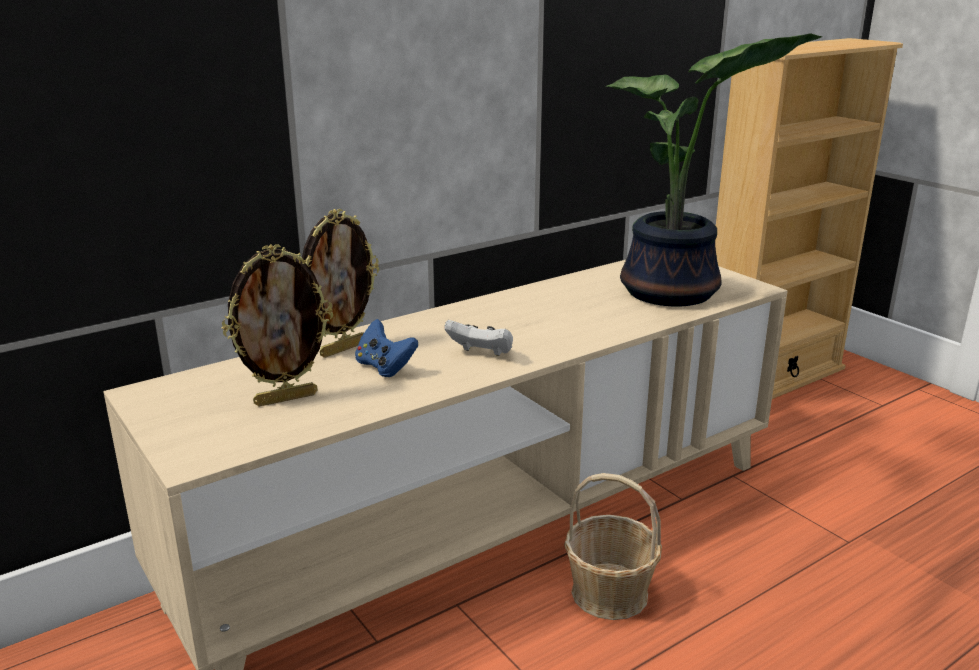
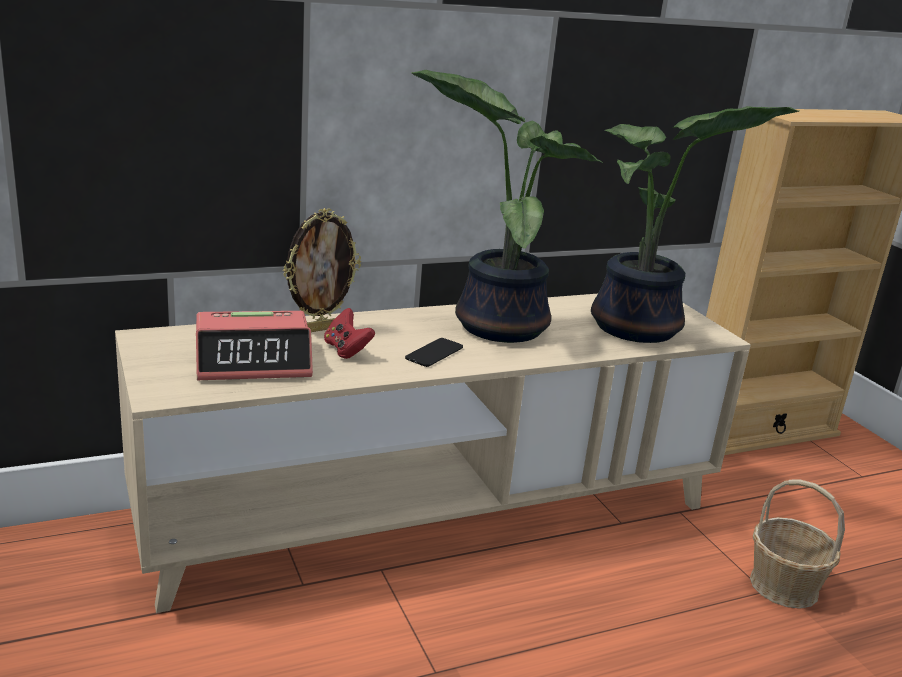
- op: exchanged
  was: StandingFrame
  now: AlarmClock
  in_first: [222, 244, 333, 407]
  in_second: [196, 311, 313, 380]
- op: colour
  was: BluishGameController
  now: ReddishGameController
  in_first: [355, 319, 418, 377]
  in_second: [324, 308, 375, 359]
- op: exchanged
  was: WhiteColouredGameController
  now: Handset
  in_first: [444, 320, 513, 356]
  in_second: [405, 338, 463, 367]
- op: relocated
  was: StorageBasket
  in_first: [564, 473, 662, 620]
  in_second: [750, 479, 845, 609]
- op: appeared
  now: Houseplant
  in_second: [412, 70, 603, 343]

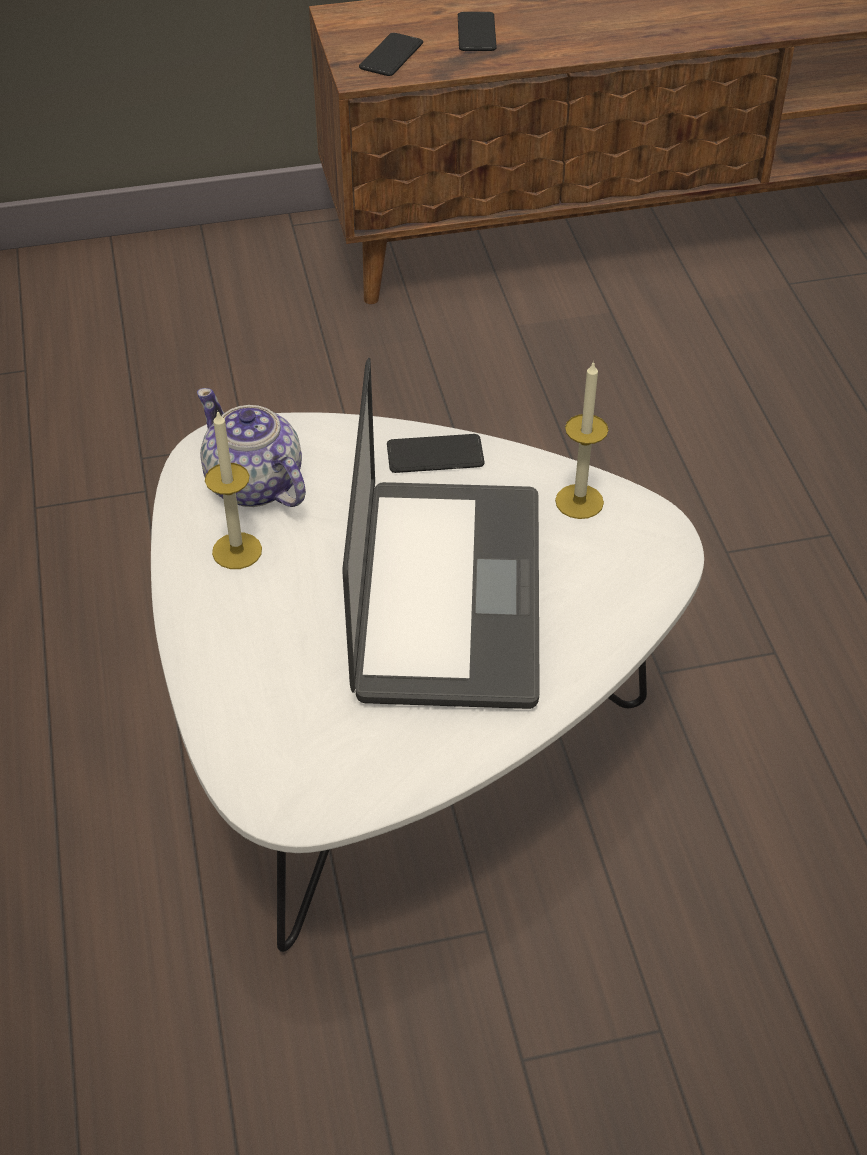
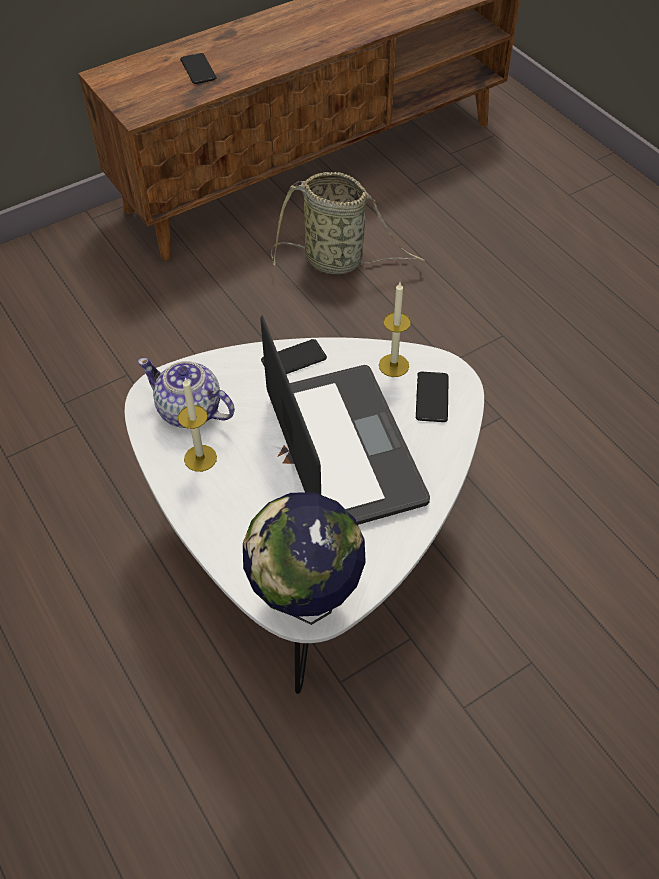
- op: relocated
  was: Handset
  in_first: [359, 33, 423, 76]
  in_second: [416, 372, 449, 422]
- op: appeared
  now: StorageBasket
  in_second: [271, 172, 425, 274]
- op: appeared
  now: DeskGlobe
  in_second: [243, 492, 366, 625]

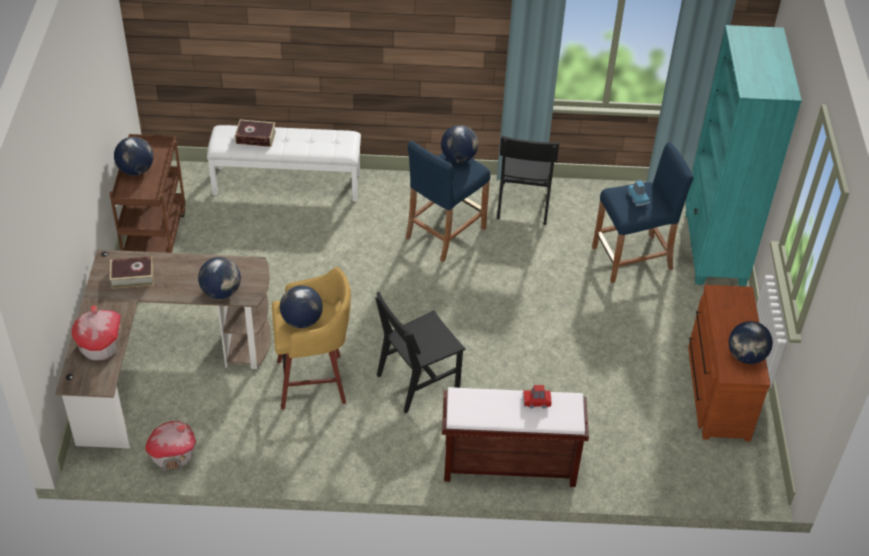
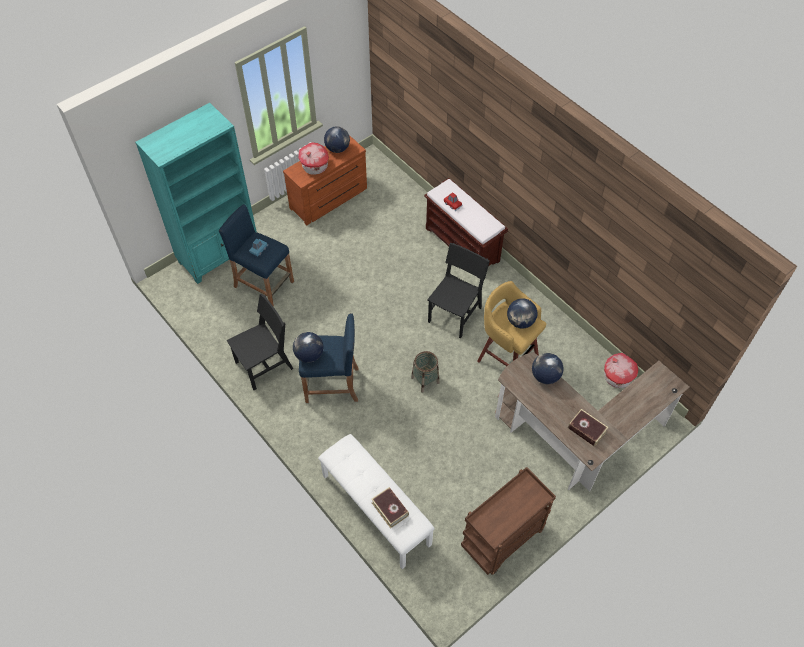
- op: missing
  was: DeskGlobe
  in_first: [114, 137, 153, 176]
- op: spun
  was: BlackishPlainChair
  in_first: [375, 292, 466, 413]
  in_second: [427, 243, 490, 338]
  clockwise: -75
- op: relocated
  was: ModelHouse
  in_first: [72, 305, 121, 360]
  in_second: [298, 142, 329, 175]
- op: appeared
  now: StorageBasket
  in_second: [411, 351, 440, 393]

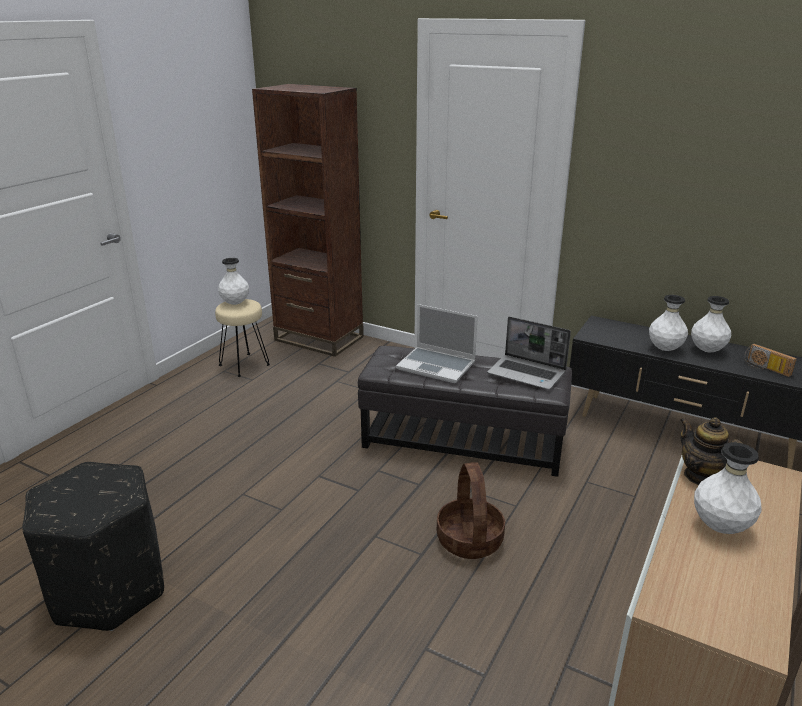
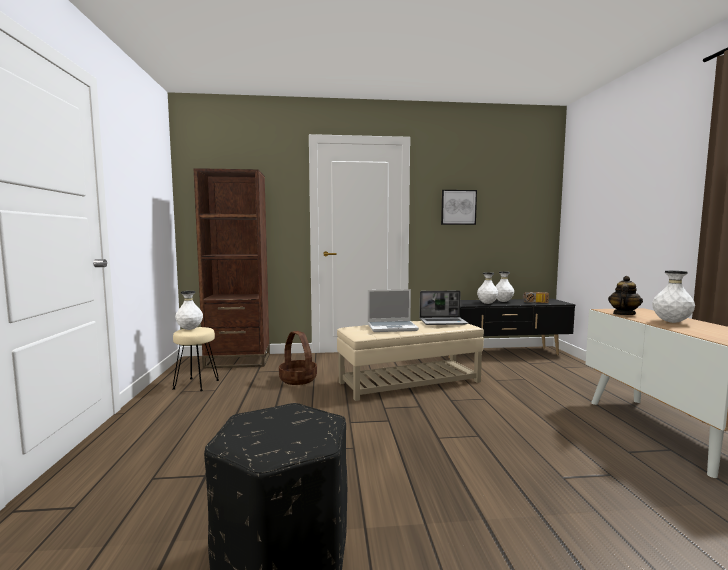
- op: colour
  was: BlackishPouffe
  now: SandColouredPouffe
  in_first: [358, 346, 572, 477]
  in_second: [337, 321, 484, 401]
- op: spun
  was: Teapot
  in_first: [680, 417, 743, 485]
  in_second: [608, 276, 643, 315]
  clockwise: 105
- op: relocated
  was: StorageBasket
  in_first: [437, 463, 505, 559]
  in_second: [279, 331, 317, 385]
- op: appeared
  now: WallArt
  in_second: [441, 190, 477, 225]

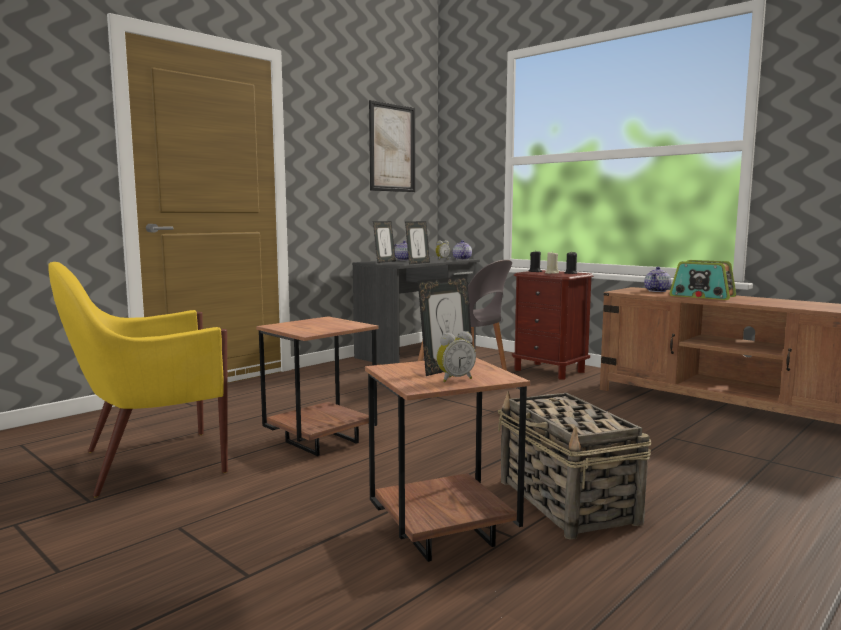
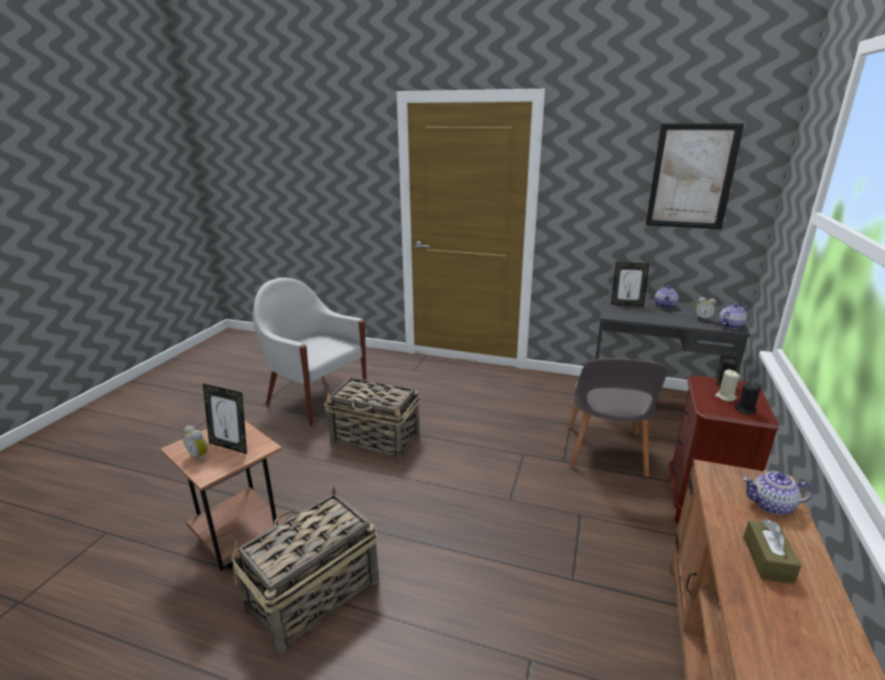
- op: missing
  was: StandingFrame
  in_first: [405, 221, 430, 264]
- op: exchanged
  was: Radio
  now: BrownishTissueHolder
  in_first: [670, 260, 736, 300]
  in_second: [743, 519, 801, 584]
- op: colour
  was: YellowishEasyChair
  now: WhiteColouredEasyChair
  in_first: [48, 262, 228, 497]
  in_second: [253, 278, 367, 426]
- op: exchanged
  was: BrownishSideTable
  now: StorageBasket
  in_first: [256, 316, 378, 456]
  in_second: [324, 377, 420, 460]

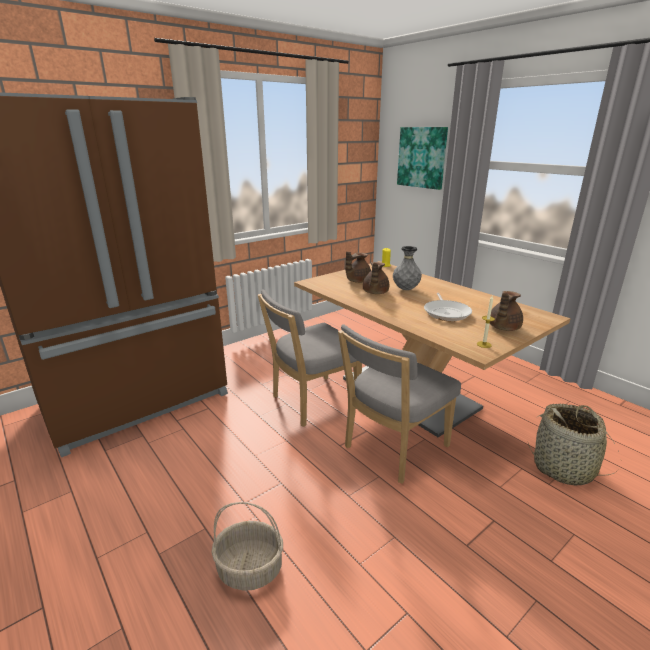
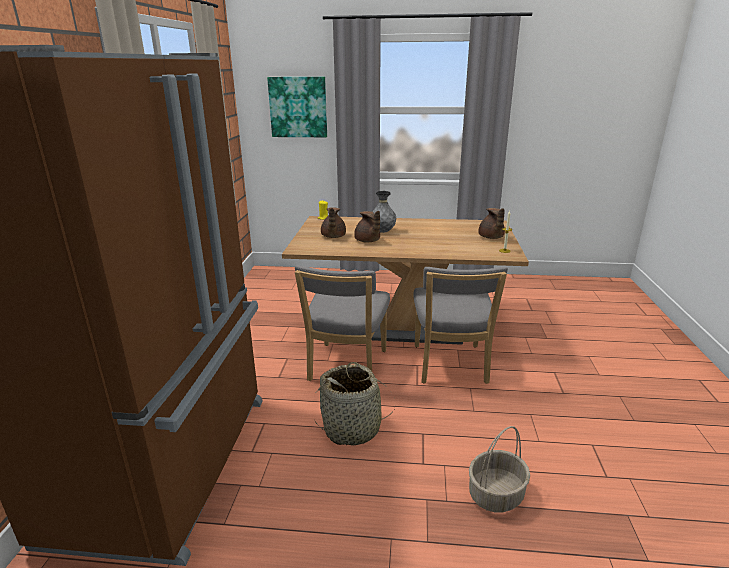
- op: missing
  was: FryingPan
  in_first: [424, 293, 472, 321]
- op: relocated
  was: StorageBasket
  in_first: [528, 404, 619, 485]
  in_second: [315, 362, 396, 445]

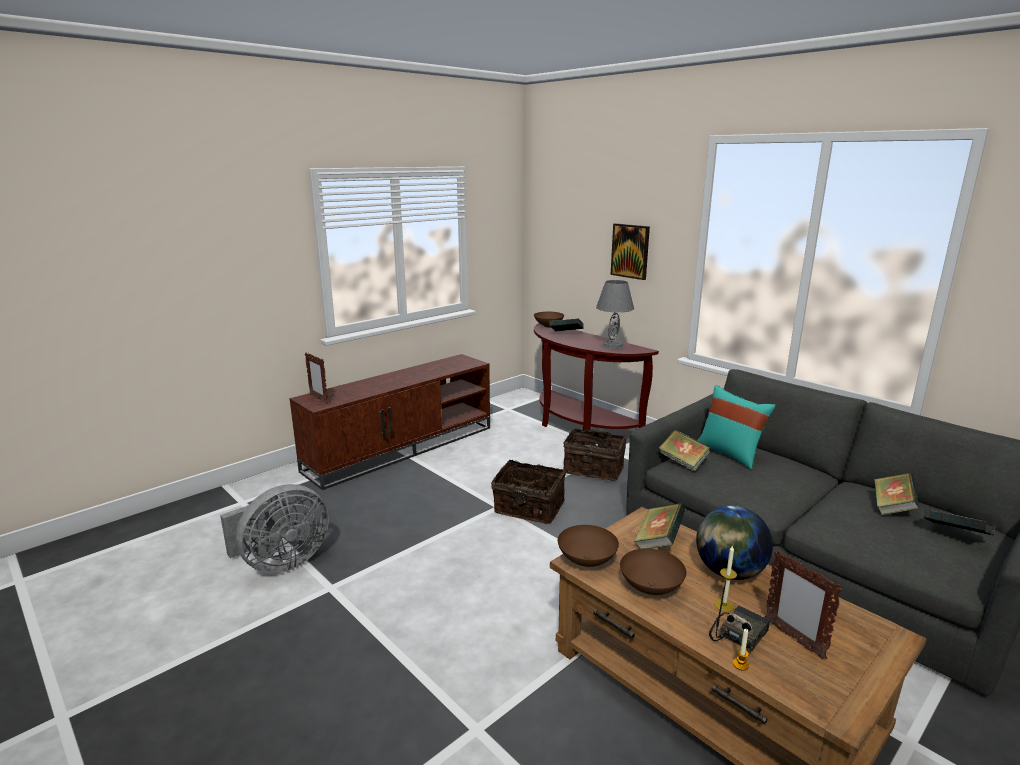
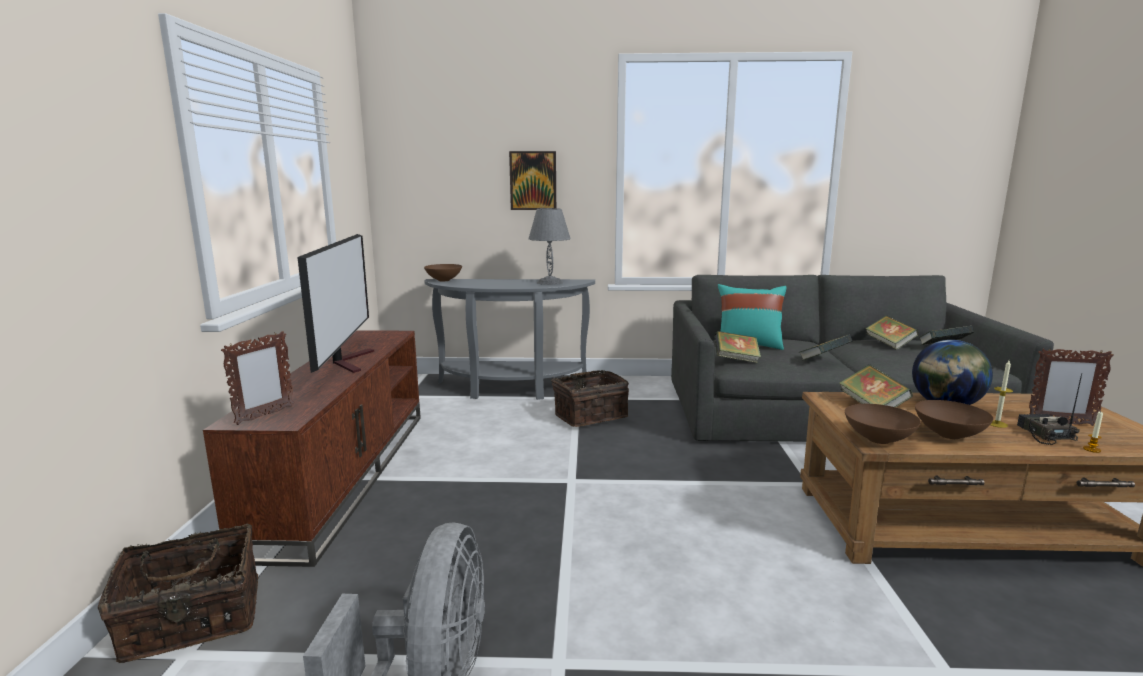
- op: relocated
  was: Book
  in_first: [549, 318, 584, 332]
  in_second: [800, 335, 853, 360]
- op: colour
  was: BrownishNarrowTable
  now: GreyishNarrowTable
  in_first: [534, 323, 659, 430]
  in_second: [424, 279, 595, 400]
- op: spun
  was: StandingFrame
  in_first: [305, 352, 328, 404]
  in_second: [221, 331, 294, 425]
  clockwise: -60
- op: relocated
  was: StorageBasket
  in_first: [491, 460, 566, 524]
  in_second: [98, 523, 259, 663]
- op: appeared
  now: TvSet
  in_second: [297, 234, 374, 373]

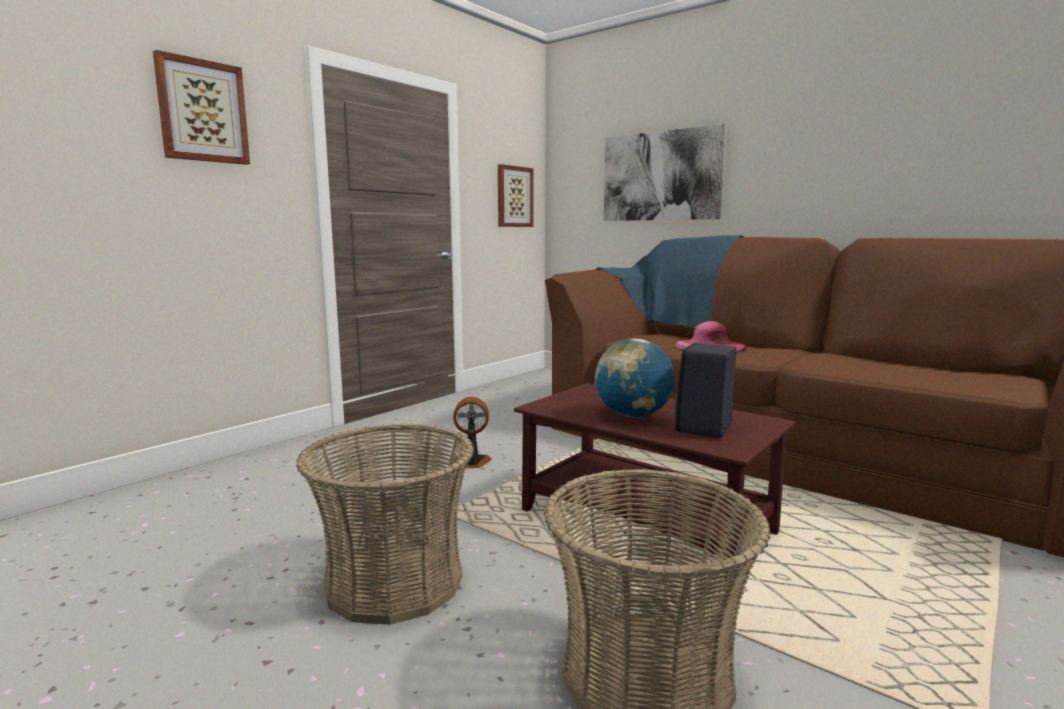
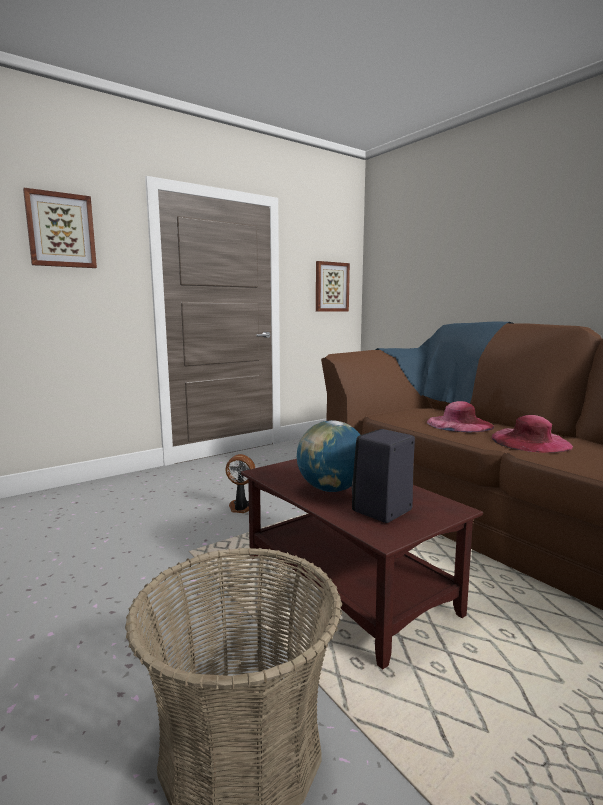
- op: missing
  was: WallArt
  in_first: [604, 124, 726, 221]
- op: missing
  was: StorageBasket
  in_first: [296, 423, 474, 625]
- op: appeared
  now: PinkishHat
  in_second: [492, 415, 573, 453]

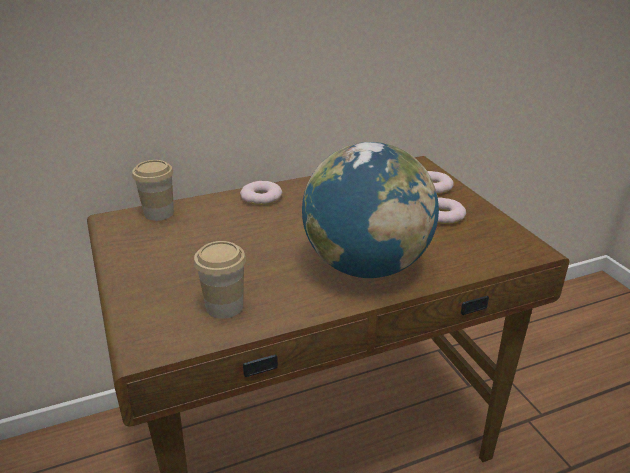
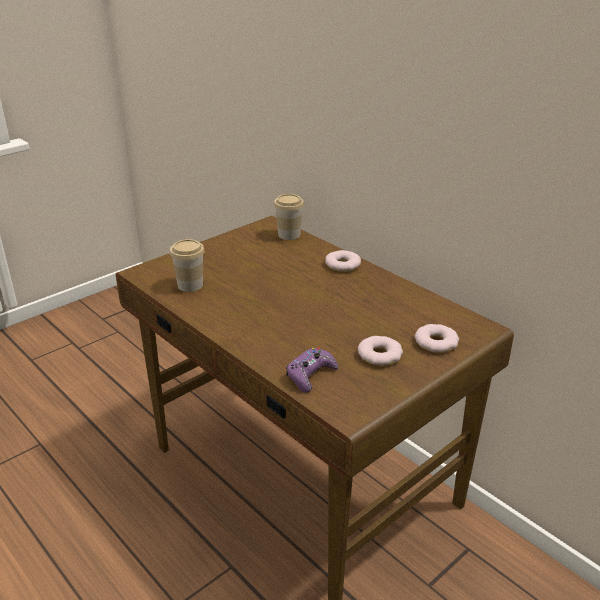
- op: missing
  was: DeskGlobe
  in_first: [302, 142, 439, 278]
- op: appeared
  now: PurpleColouredGameController
  in_second: [286, 347, 338, 393]

